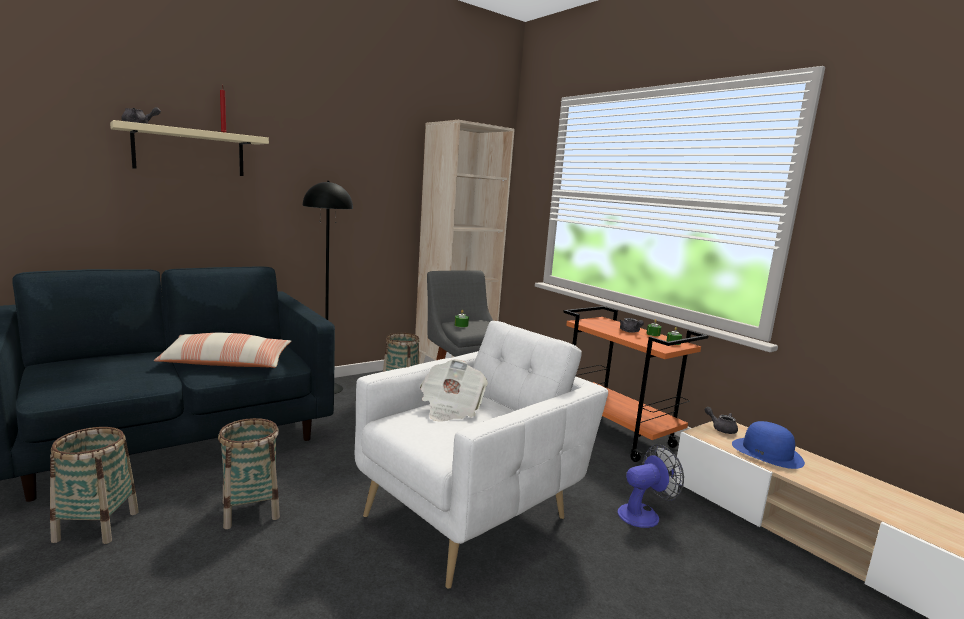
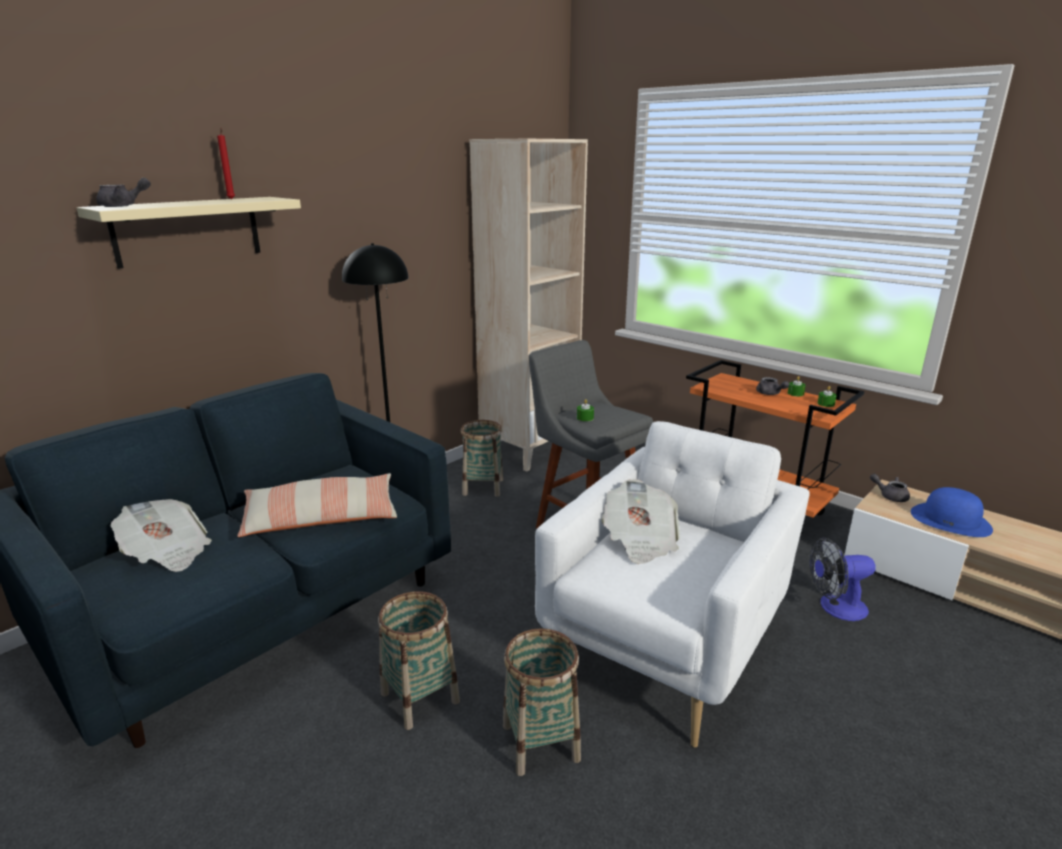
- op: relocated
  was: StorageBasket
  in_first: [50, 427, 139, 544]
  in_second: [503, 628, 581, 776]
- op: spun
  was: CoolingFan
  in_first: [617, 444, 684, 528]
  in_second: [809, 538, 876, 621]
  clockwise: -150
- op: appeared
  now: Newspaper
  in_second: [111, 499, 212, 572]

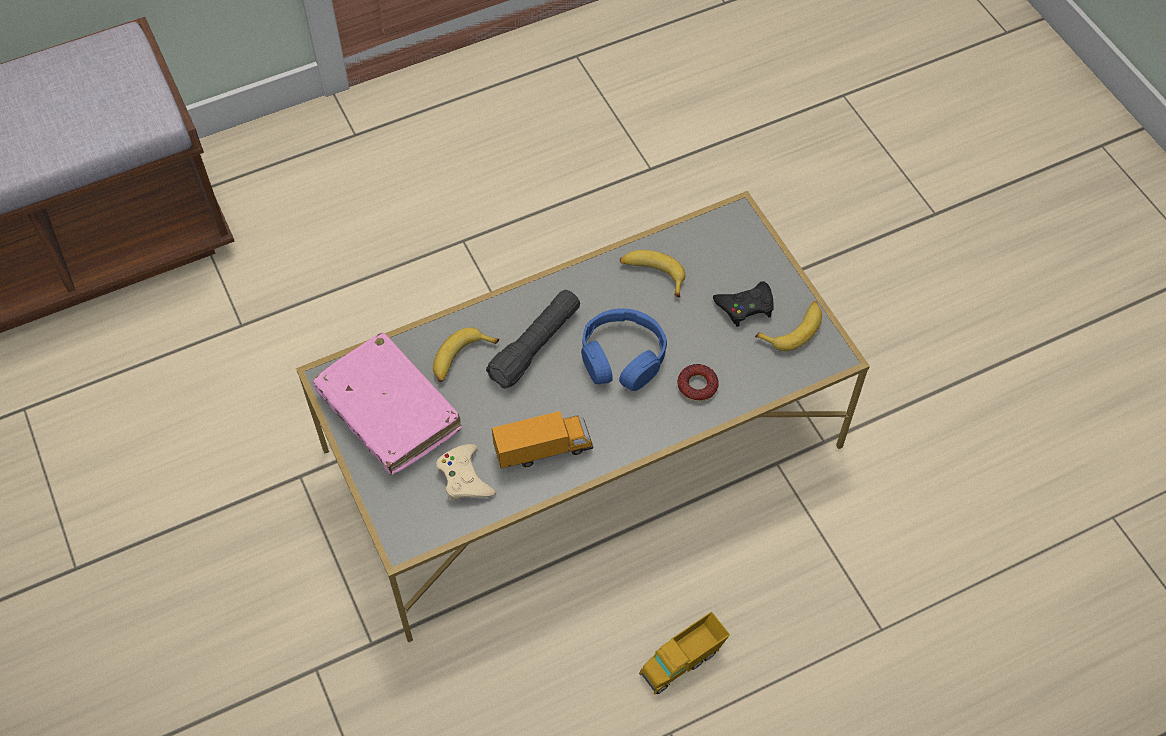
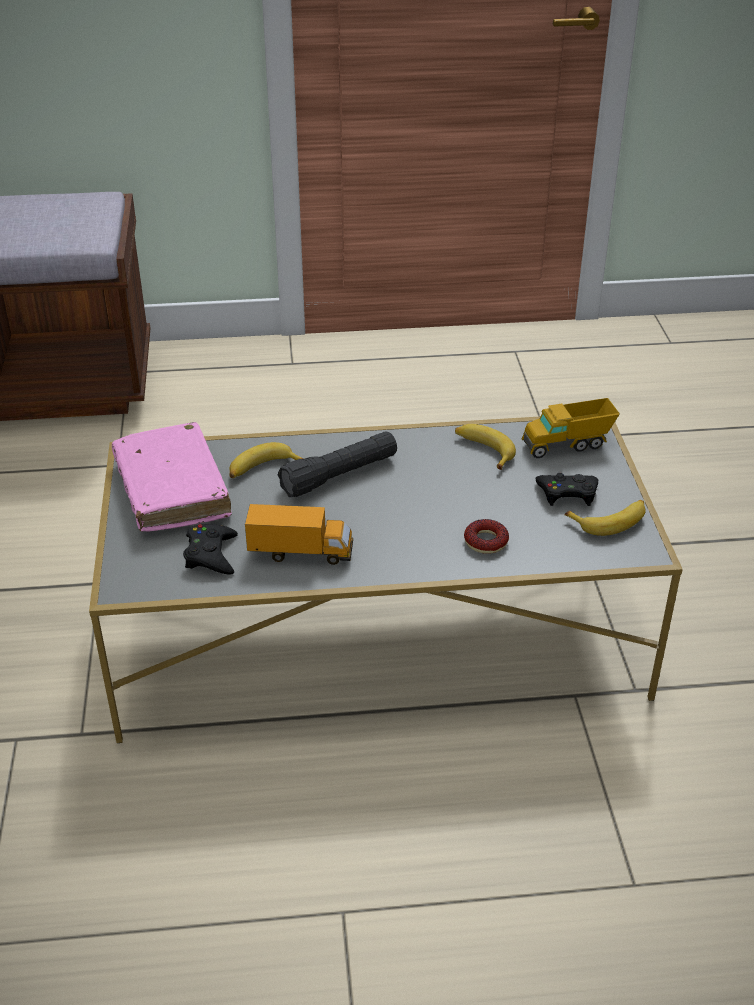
- op: missing
  was: BluishHeadset
  in_first: [581, 308, 667, 391]
- op: colour
  was: SandColouredGameController
  now: BlackishGameController
  in_first: [436, 444, 496, 501]
  in_second: [183, 524, 238, 575]
- op: relocated
  was: ToyLorry
  in_first: [639, 612, 730, 695]
  in_second: [522, 398, 620, 458]

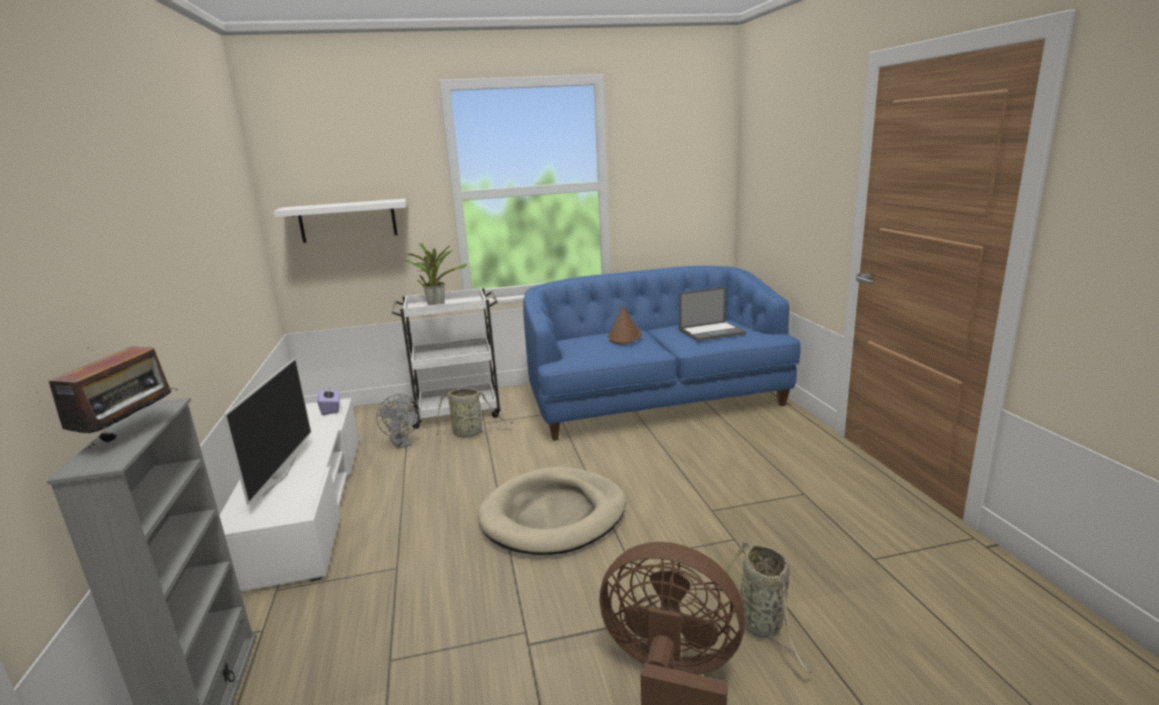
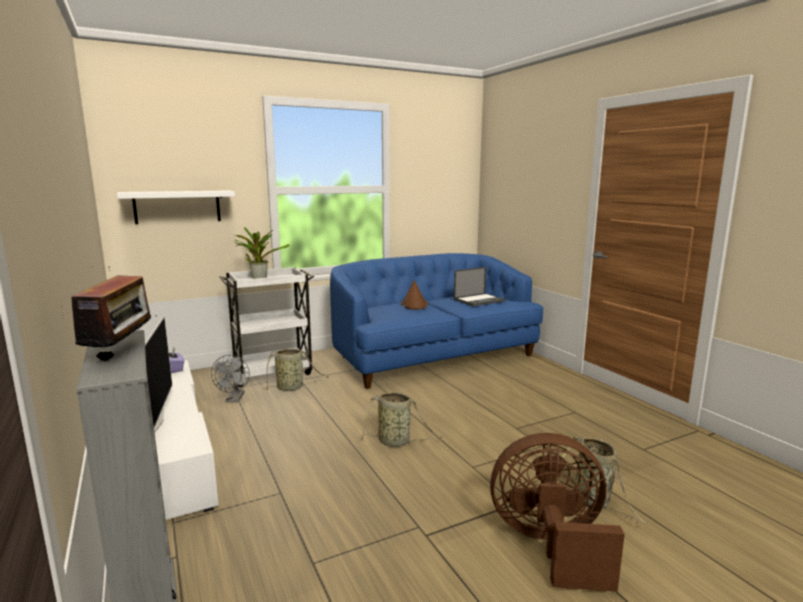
- op: spun
  was: GreyishCoolingFan
  in_first: [376, 394, 420, 449]
  in_second: [211, 355, 250, 402]
  clockwise: 45
- op: exchanged
  was: SandColouredDogBed
  now: StorageBasket
  in_first: [477, 467, 626, 555]
  in_second: [360, 392, 443, 447]

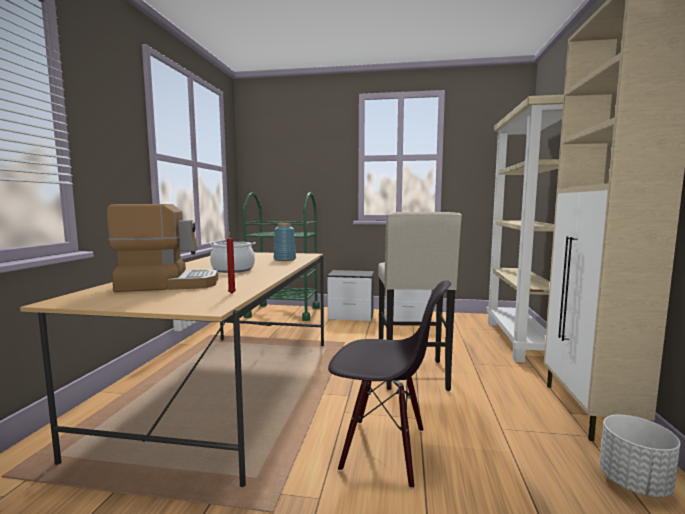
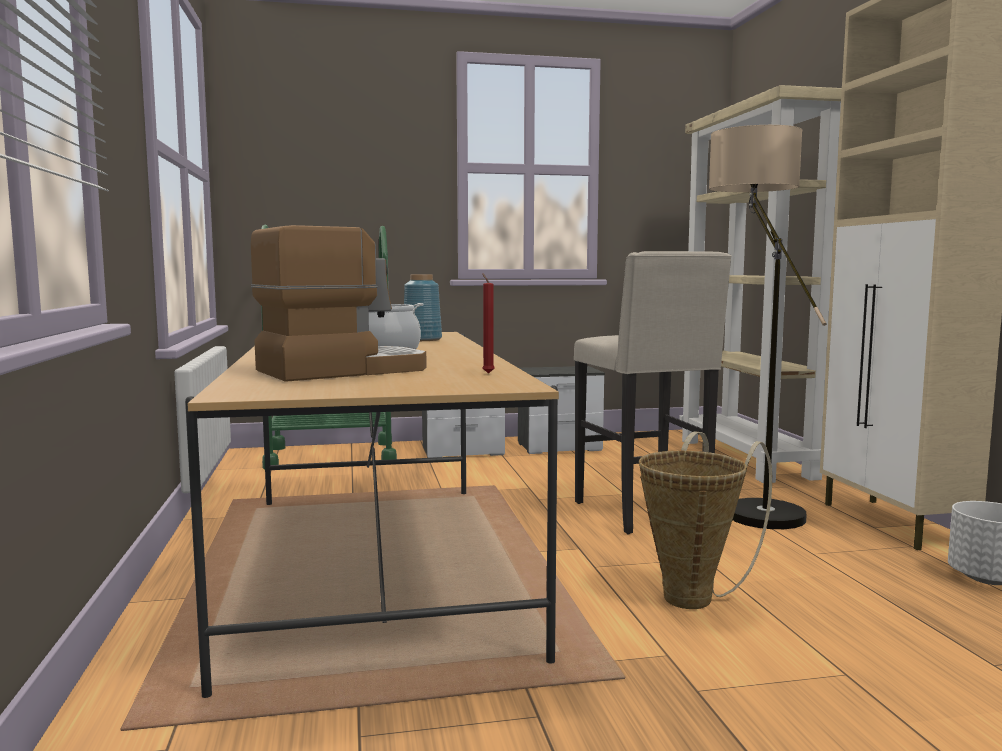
- op: exchanged
  was: BlackishPlainChair
  now: StorageBasket
  in_first: [328, 280, 451, 489]
  in_second: [639, 432, 772, 609]
- op: appeared
  now: StandingLamp
  in_second: [709, 125, 827, 529]

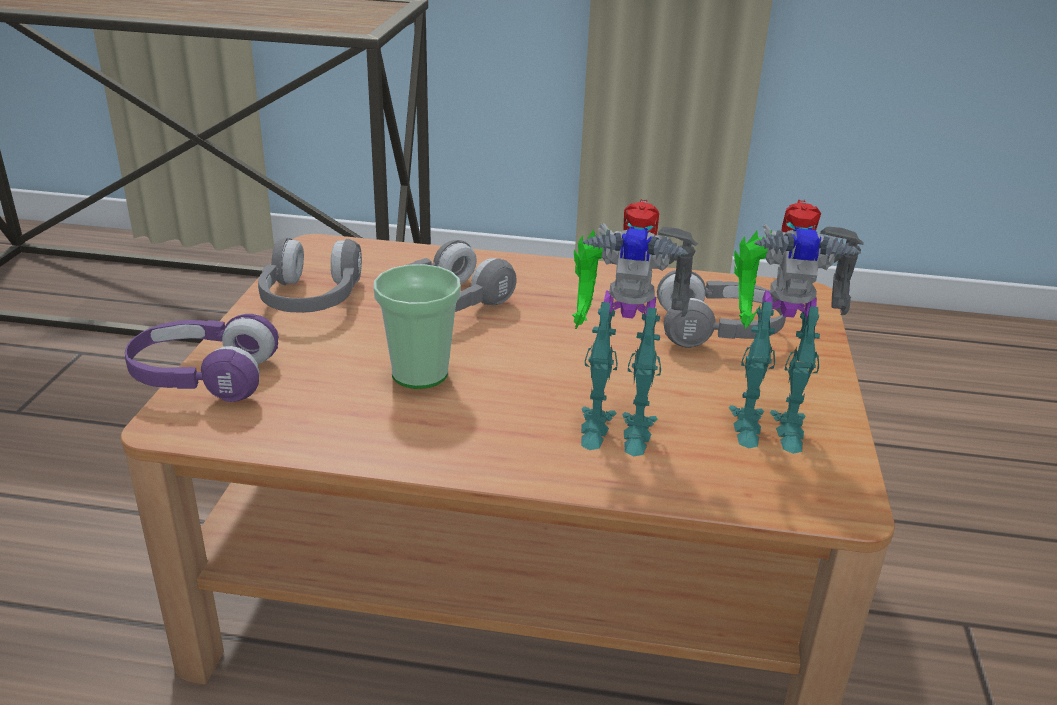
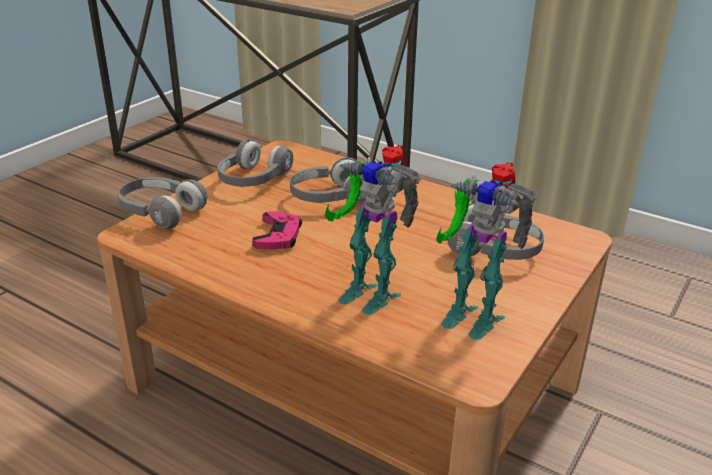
- op: exchanged
  was: SmallCup
  now: PinkishGameController
  in_first: [374, 264, 461, 389]
  in_second: [252, 211, 302, 250]
- op: colour
  was: PurpleColouredHeadset
  now: GreyishHeadset
  in_first: [125, 314, 279, 402]
  in_second: [118, 177, 207, 229]

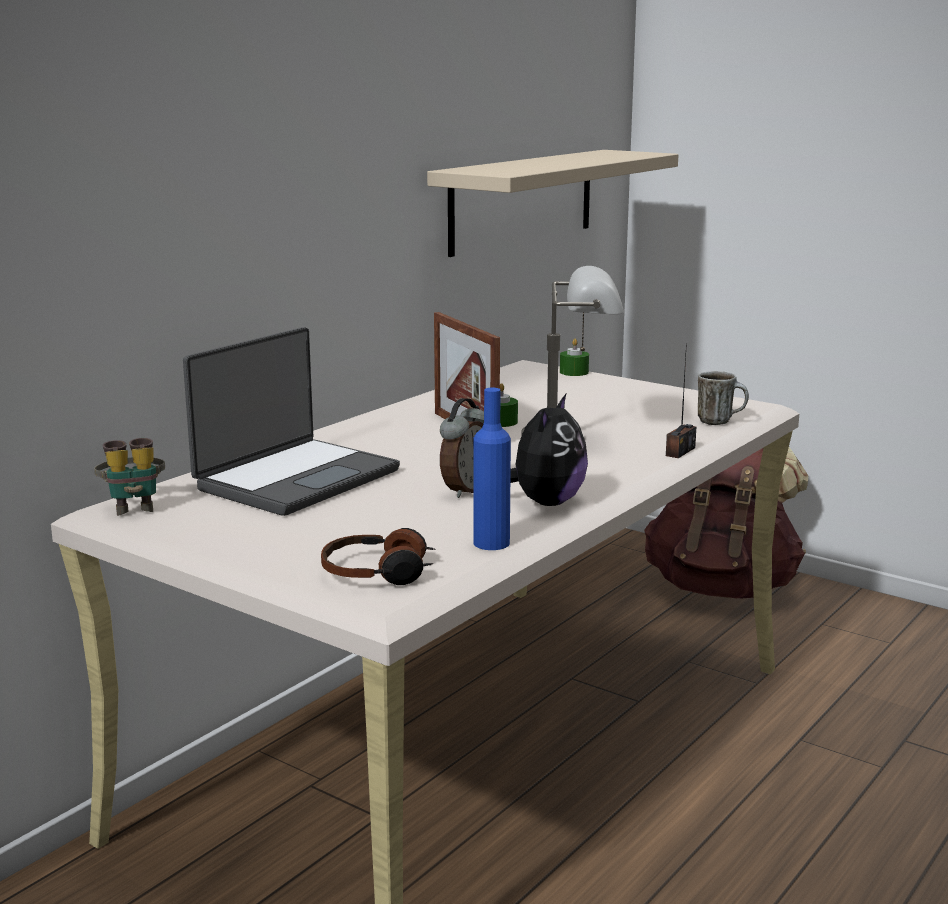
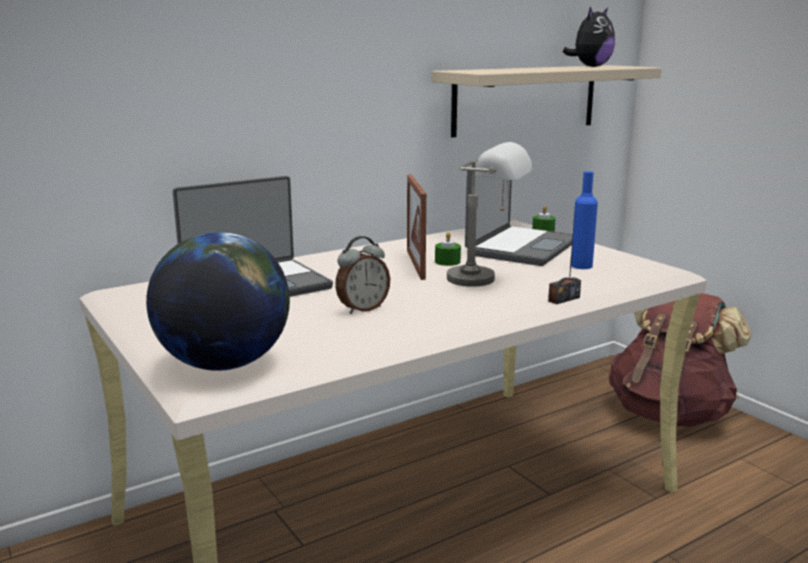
- op: missing
  was: CoffeeMug
  in_first: [698, 371, 749, 425]
- op: relocated
  was: BluishDrinkBottle
  in_first: [473, 388, 511, 550]
  in_second: [571, 171, 598, 269]
- op: relocated
  was: SoftToy
  in_first: [510, 394, 588, 506]
  in_second: [563, 7, 615, 67]
- op: missing
  was: Binoculars
  in_first: [94, 438, 165, 516]
- op: exchanged
  was: Headset
  now: DeskGlobe
  in_first: [321, 528, 436, 585]
  in_second: [146, 232, 290, 371]
- op: appeared
  now: NotebookComputer
  in_second: [465, 167, 573, 266]

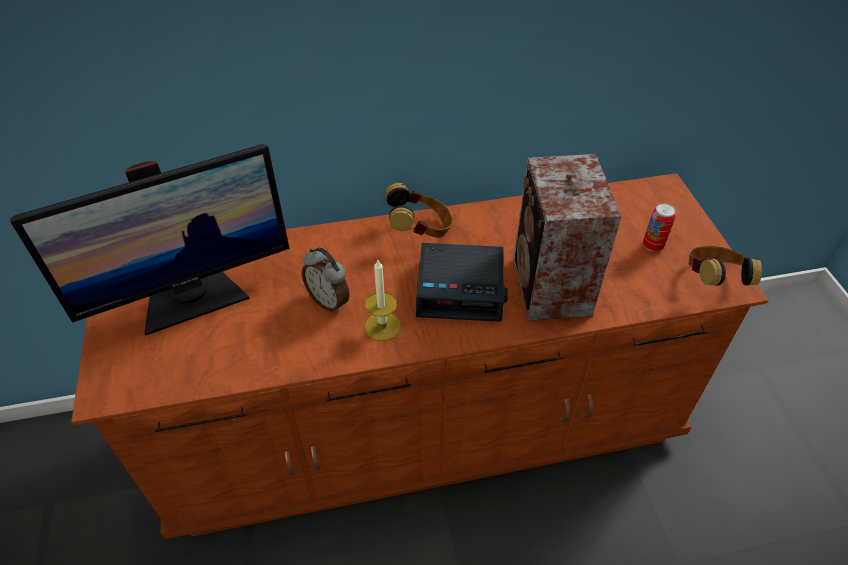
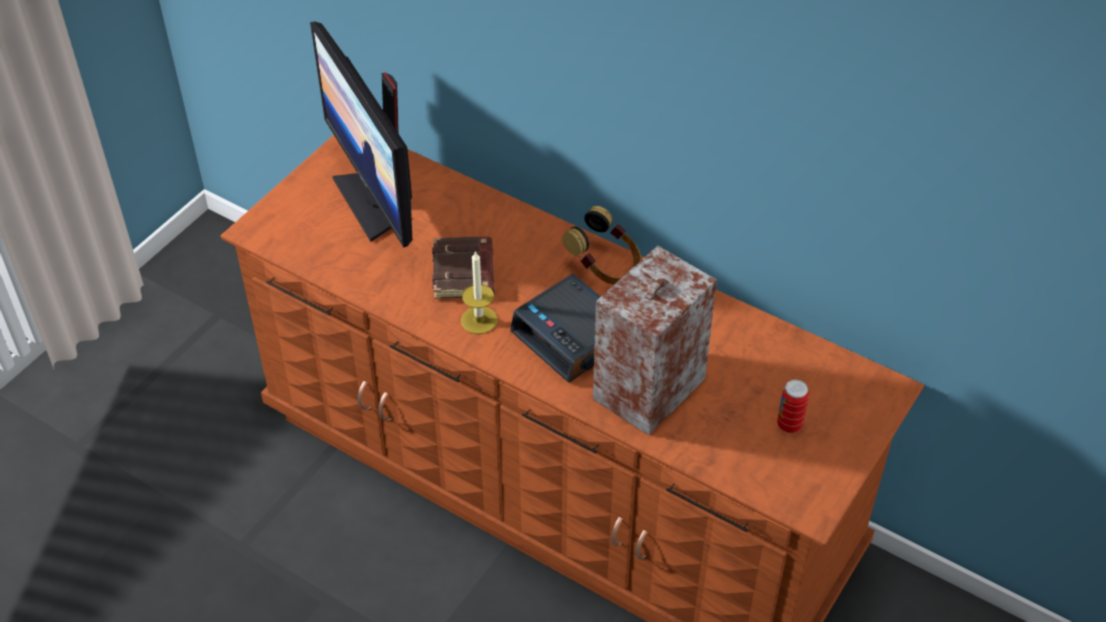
- op: spun
  was: ComputerScreen
  in_first: [10, 144, 290, 336]
  in_second: [310, 21, 412, 248]
  clockwise: 45
- op: missing
  was: Headset
  in_first: [689, 245, 762, 285]
- op: exchanged
  was: AlarmClock
  now: BrownishBook
  in_first: [302, 247, 349, 313]
  in_second: [432, 237, 495, 299]

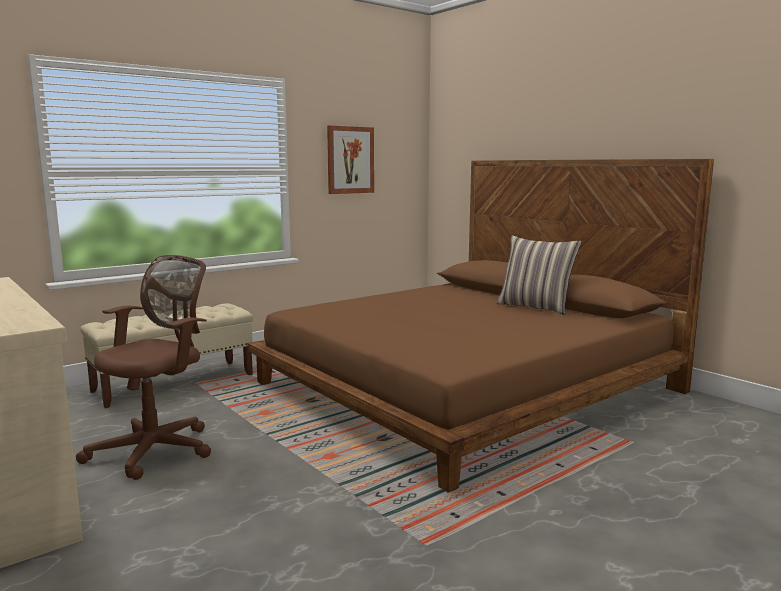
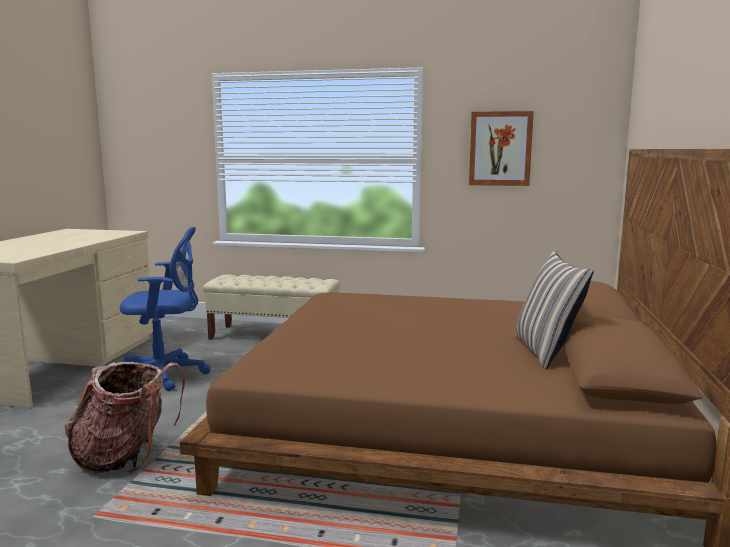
- op: colour
  was: BrownishDeskChair
  now: BluishDeskChair
  in_first: [76, 255, 211, 480]
  in_second: [120, 227, 211, 391]
- op: appeared
  now: Knapsack
  in_second: [65, 362, 186, 474]

